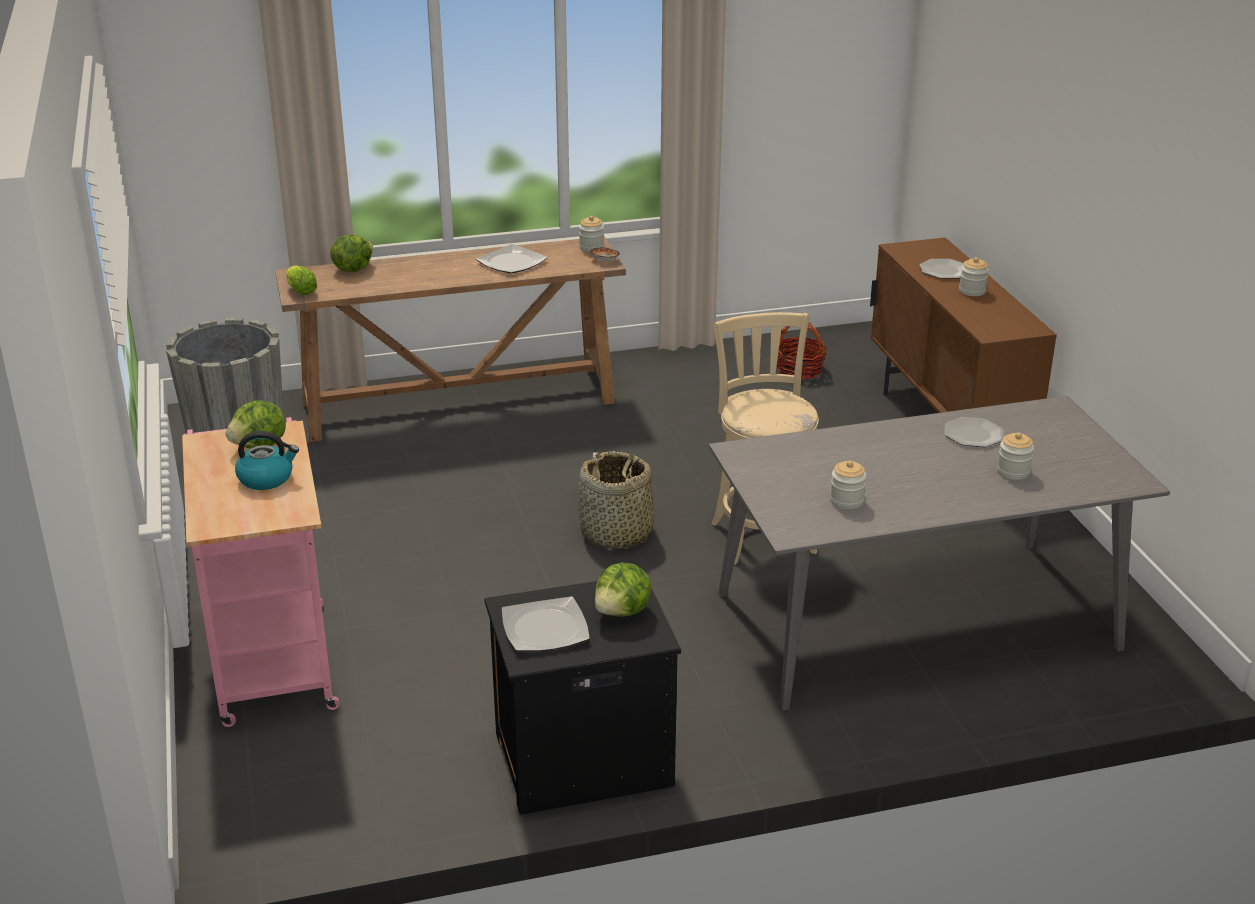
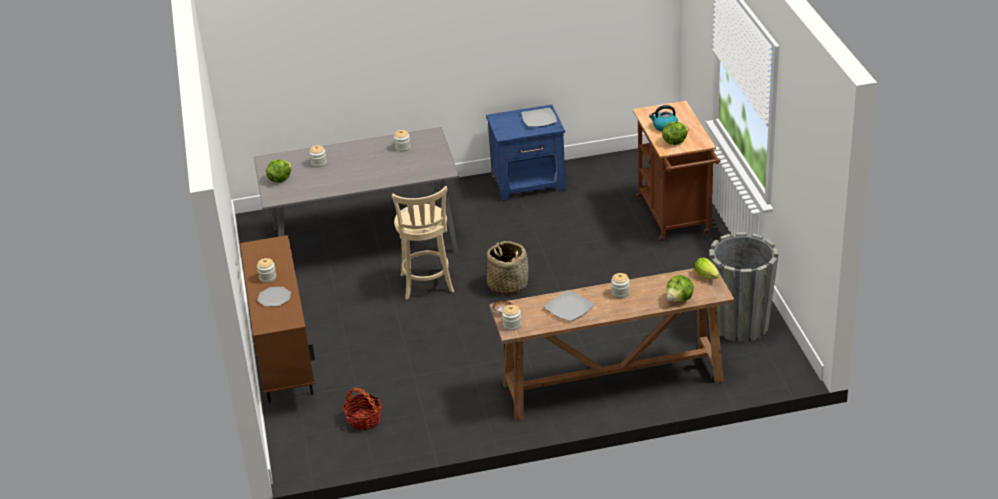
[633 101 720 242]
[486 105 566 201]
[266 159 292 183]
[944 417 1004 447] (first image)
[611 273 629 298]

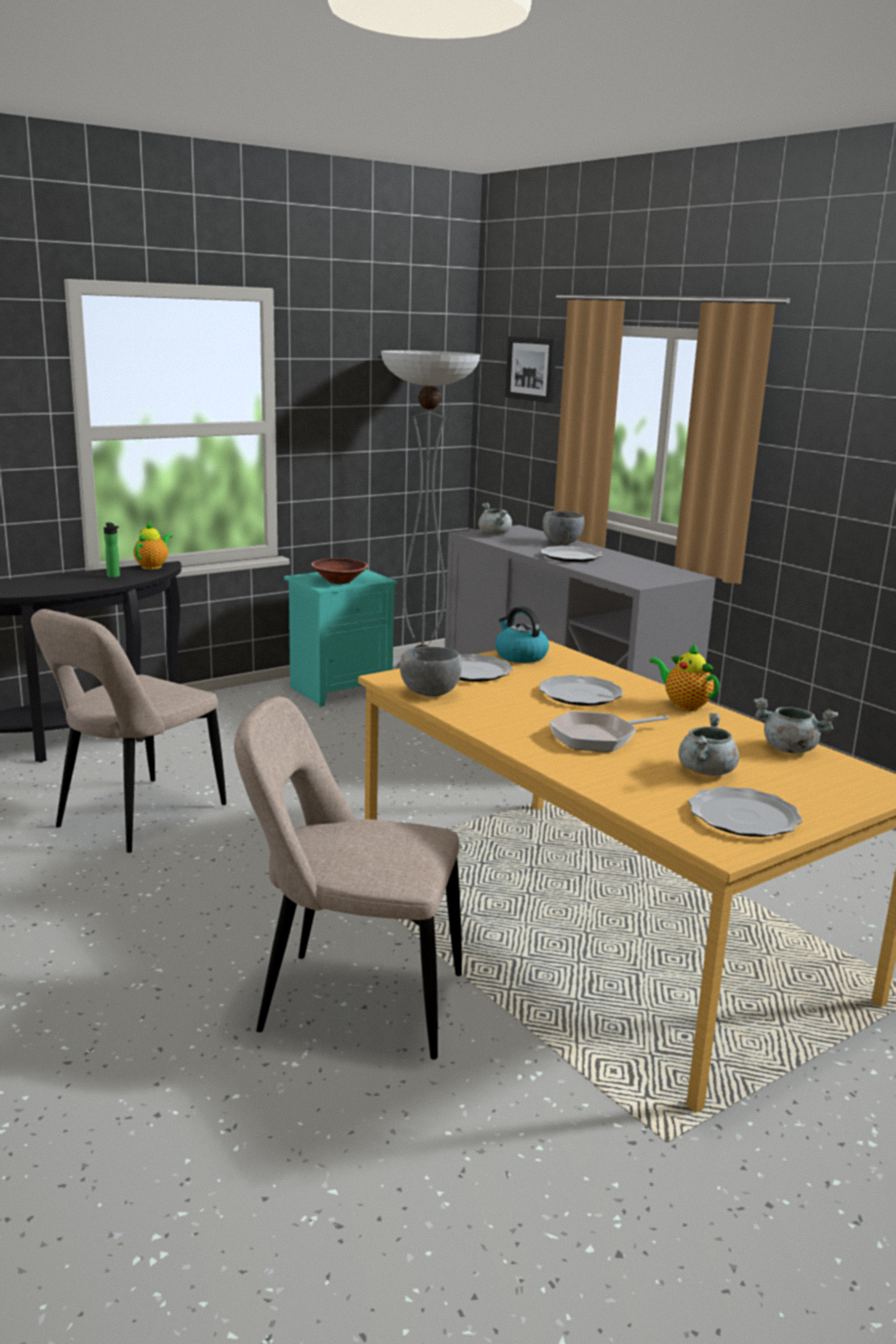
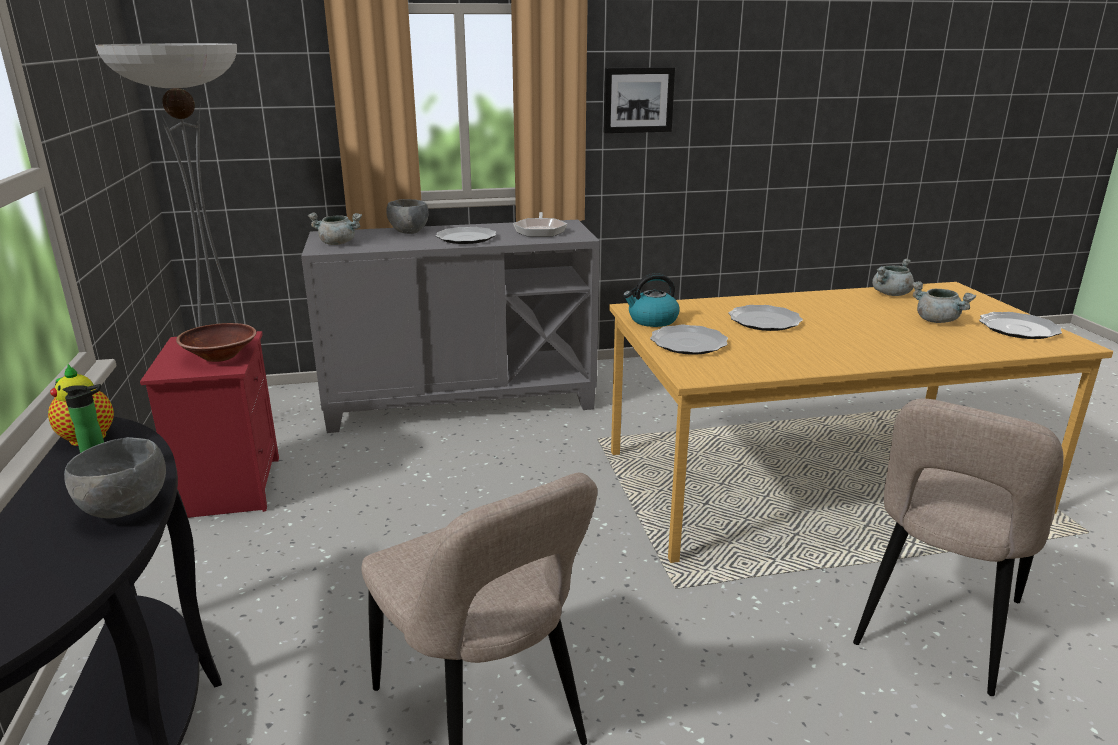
[140 331 279 518]
[64 437 166 518]
[604 67 675 133]
[513 212 567 237]
[650 643 720 711] (first image)

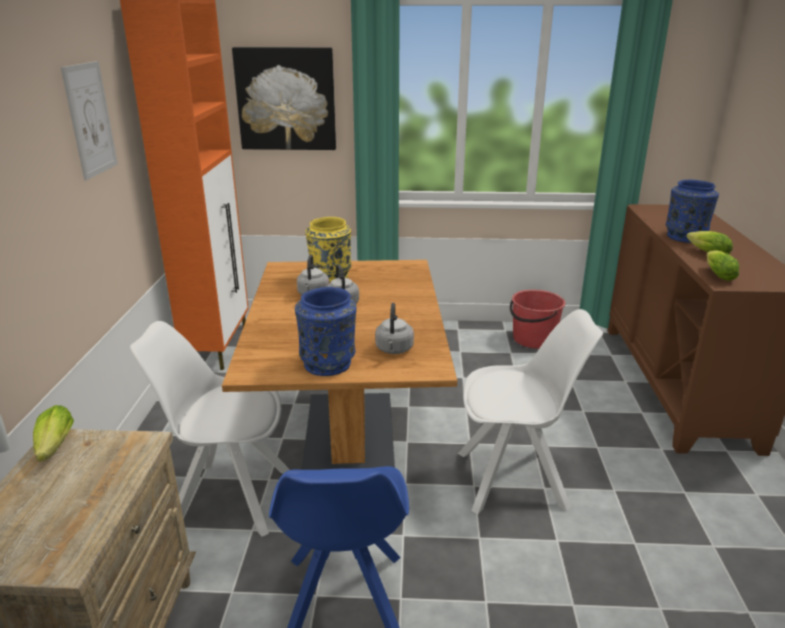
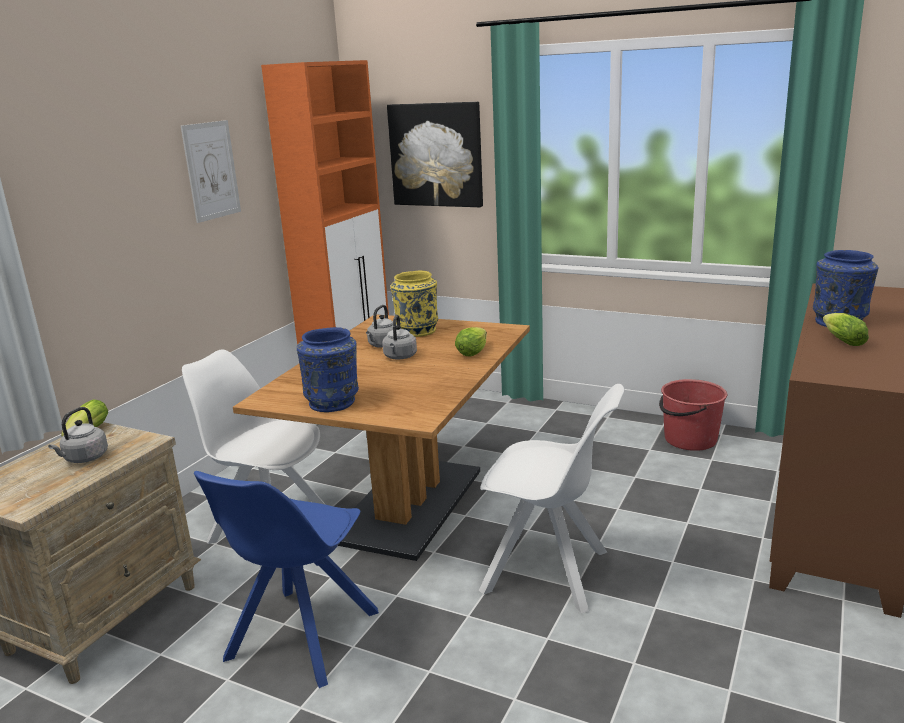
[48 407 108 463]
[455 327 487 357]

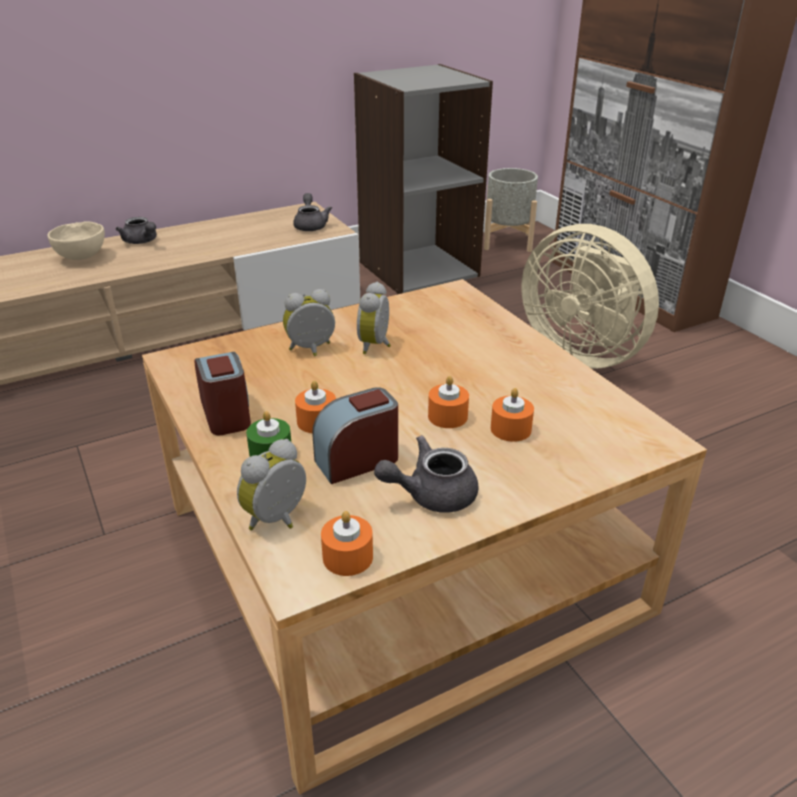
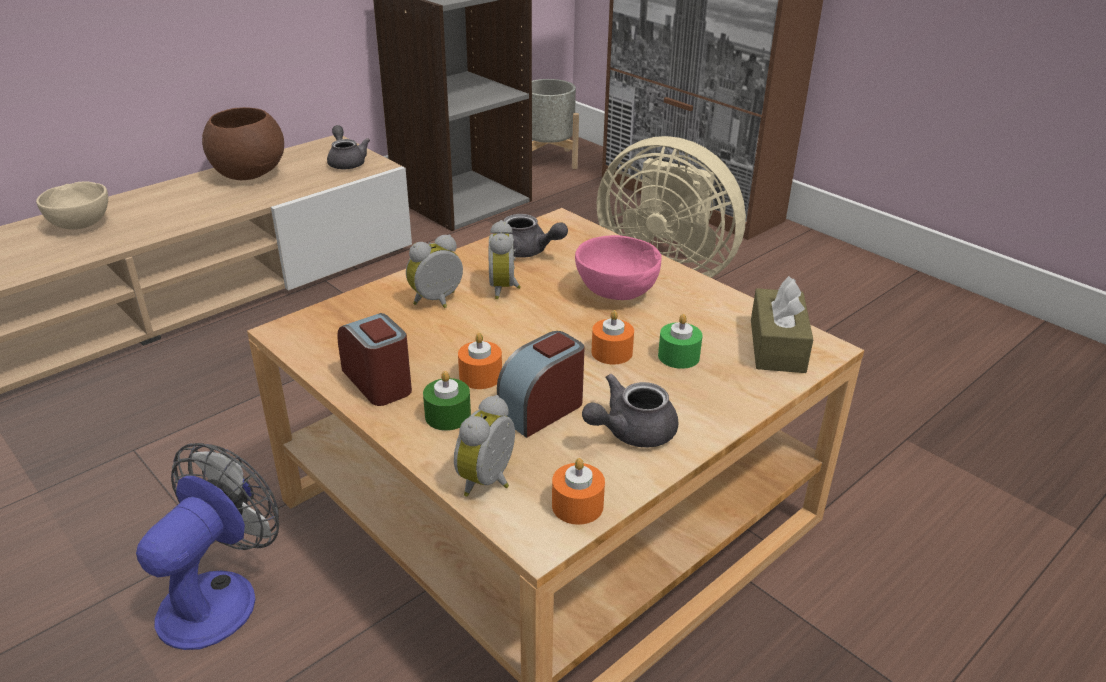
[497 214 568 258]
[658 314 702 369]
[136 443 279 650]
[202 107 284 180]
[575 235 661 300]
[751 276 813 373]

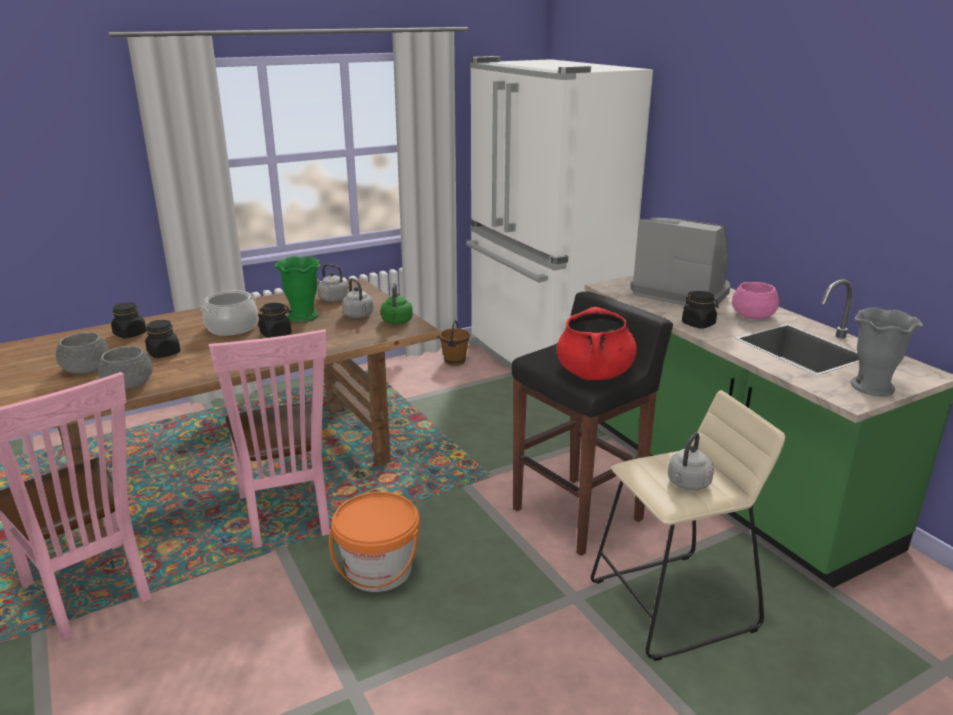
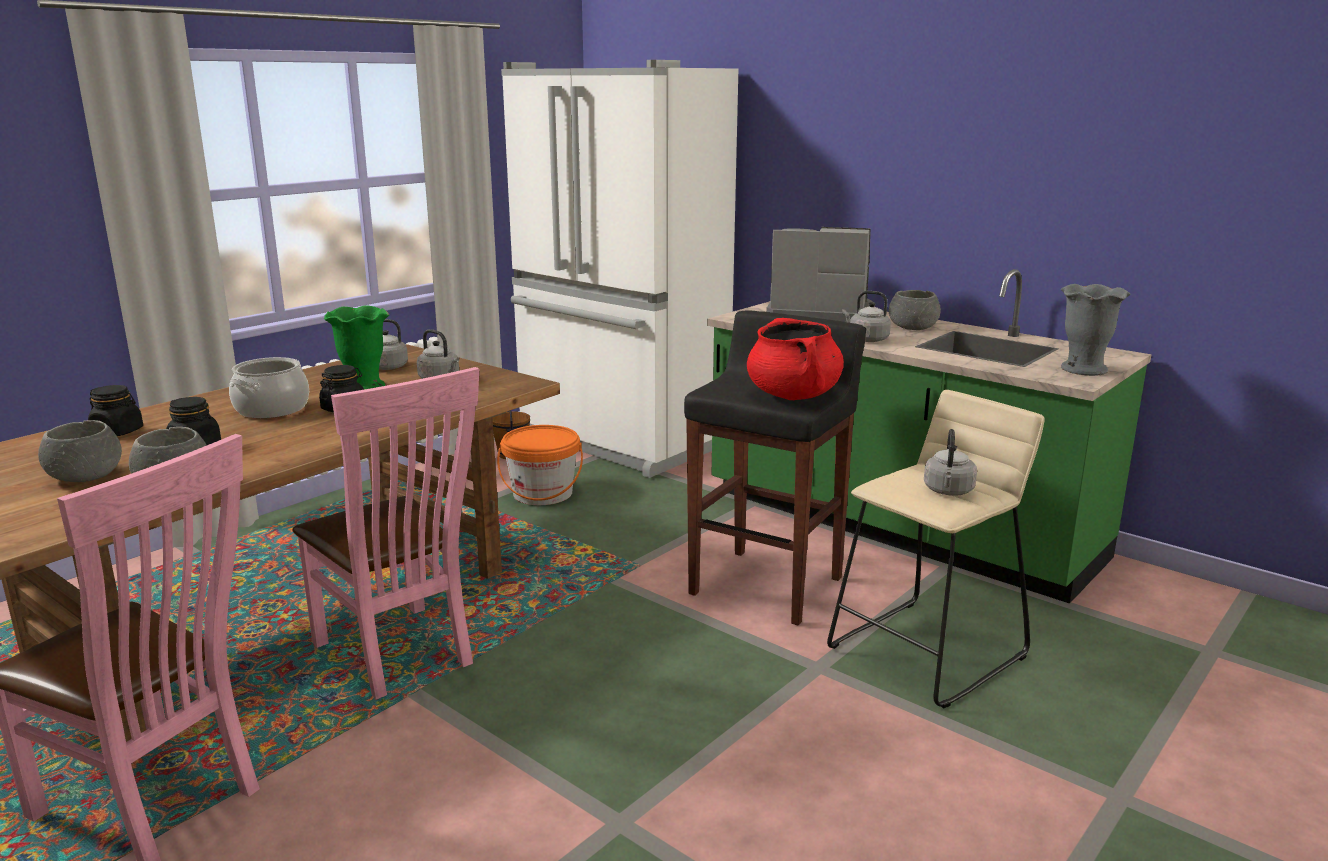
[497 425 583 505]
[381 283 413 324] (first image)
[842 291 891 342]
[889 290 941 330]

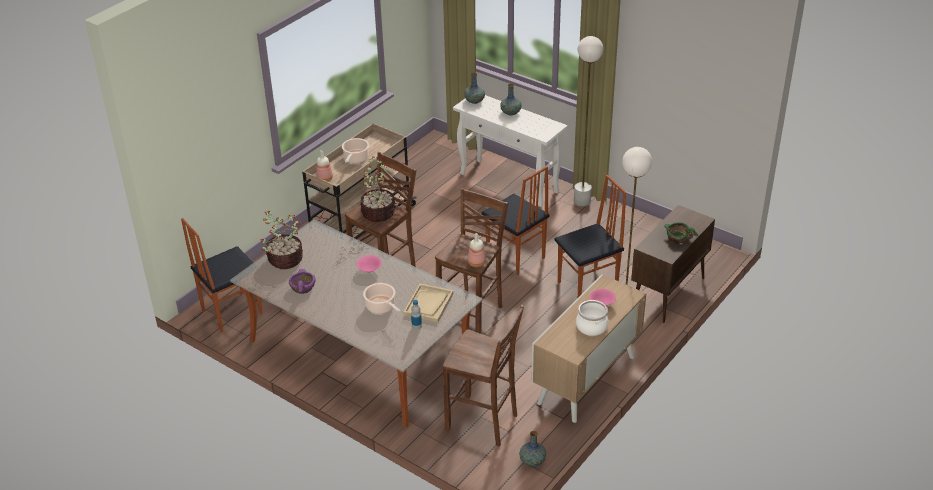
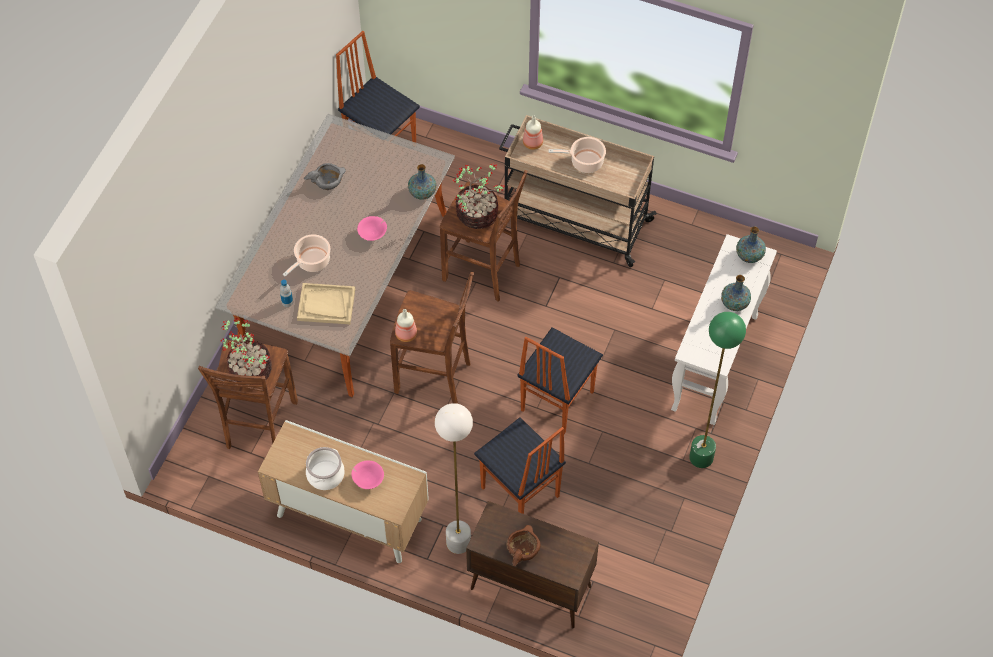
[220 318 272 388]
[304 163 346 190]
[408 164 436 200]
[689 312 746 468]
[506 525 540 566]

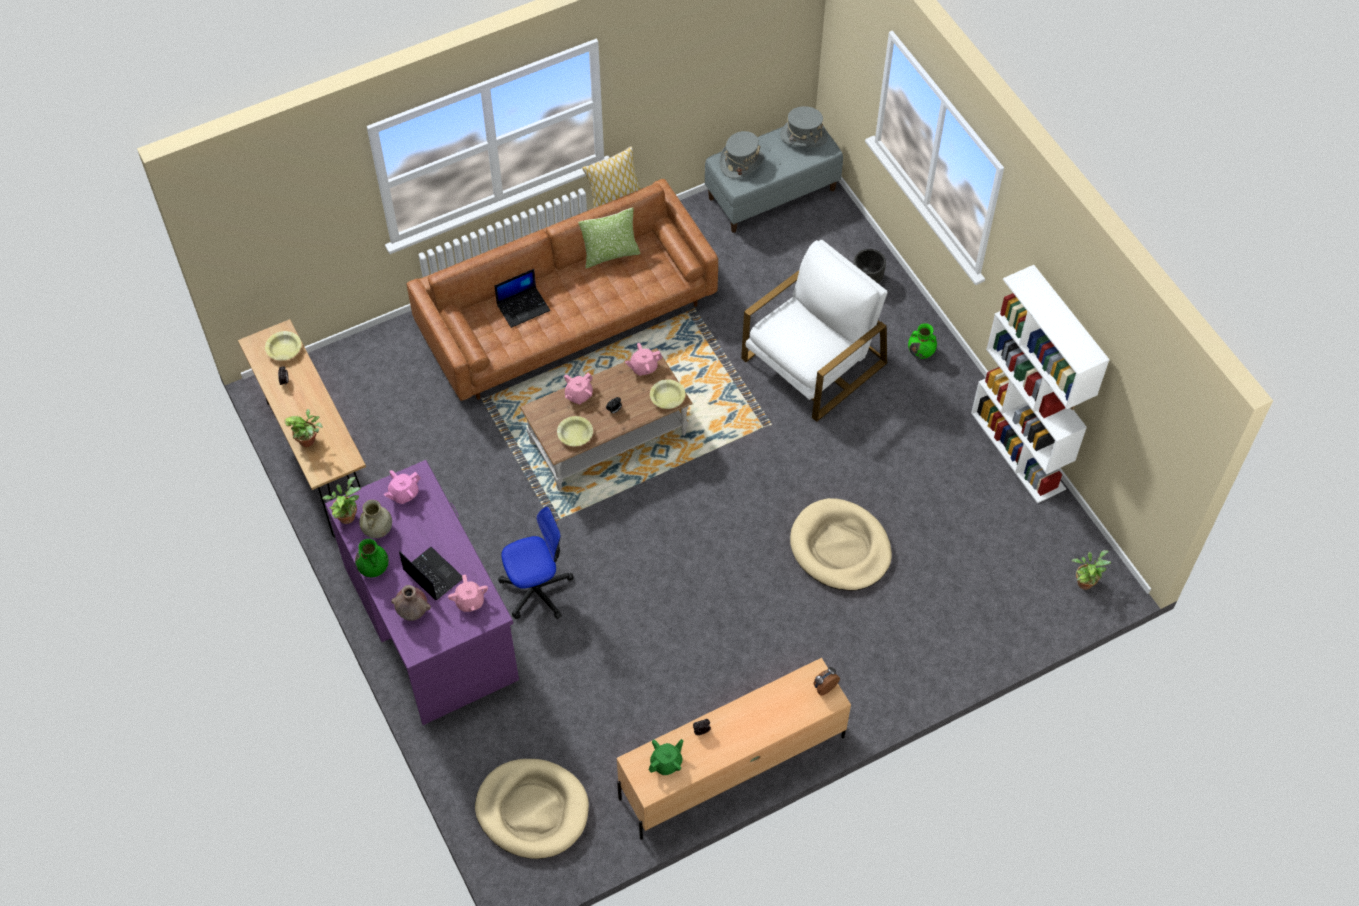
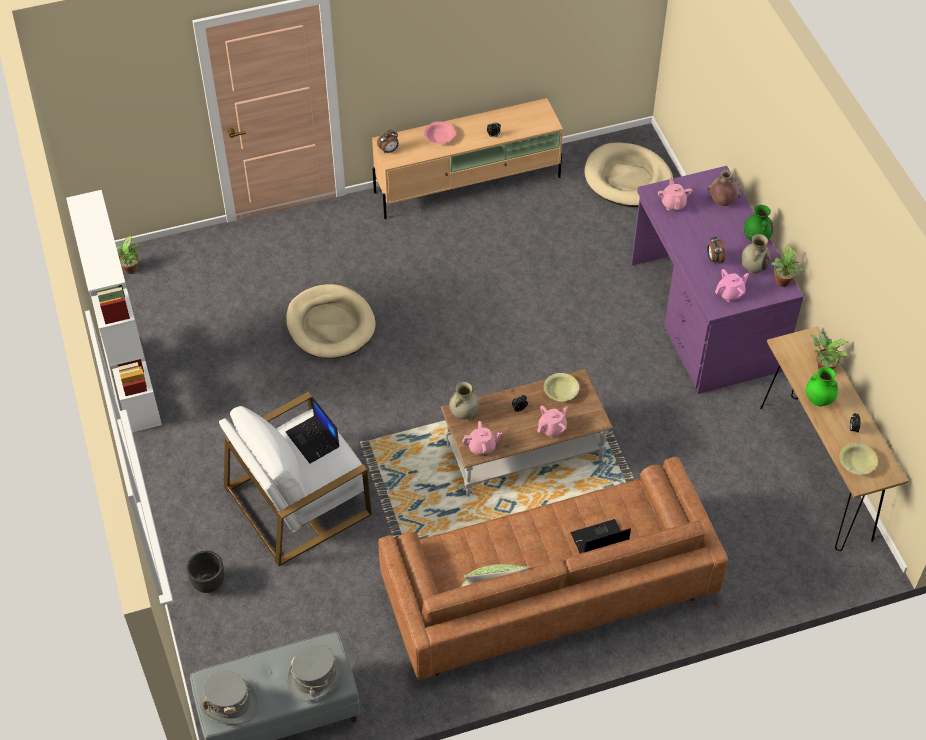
[286 396 339 464]
[498 506 574 619] (first image)
[582 146 641 208] (first image)
[649 739 683 775] (first image)
[449 382 480 420]
[806 367 838 406]
[424 121 456 144]
[707 236 725 264]

